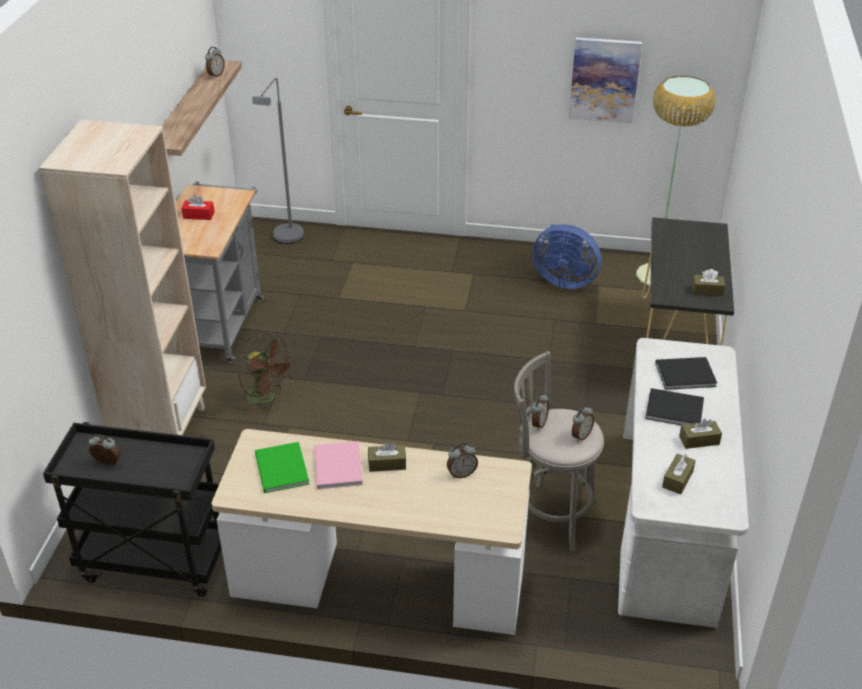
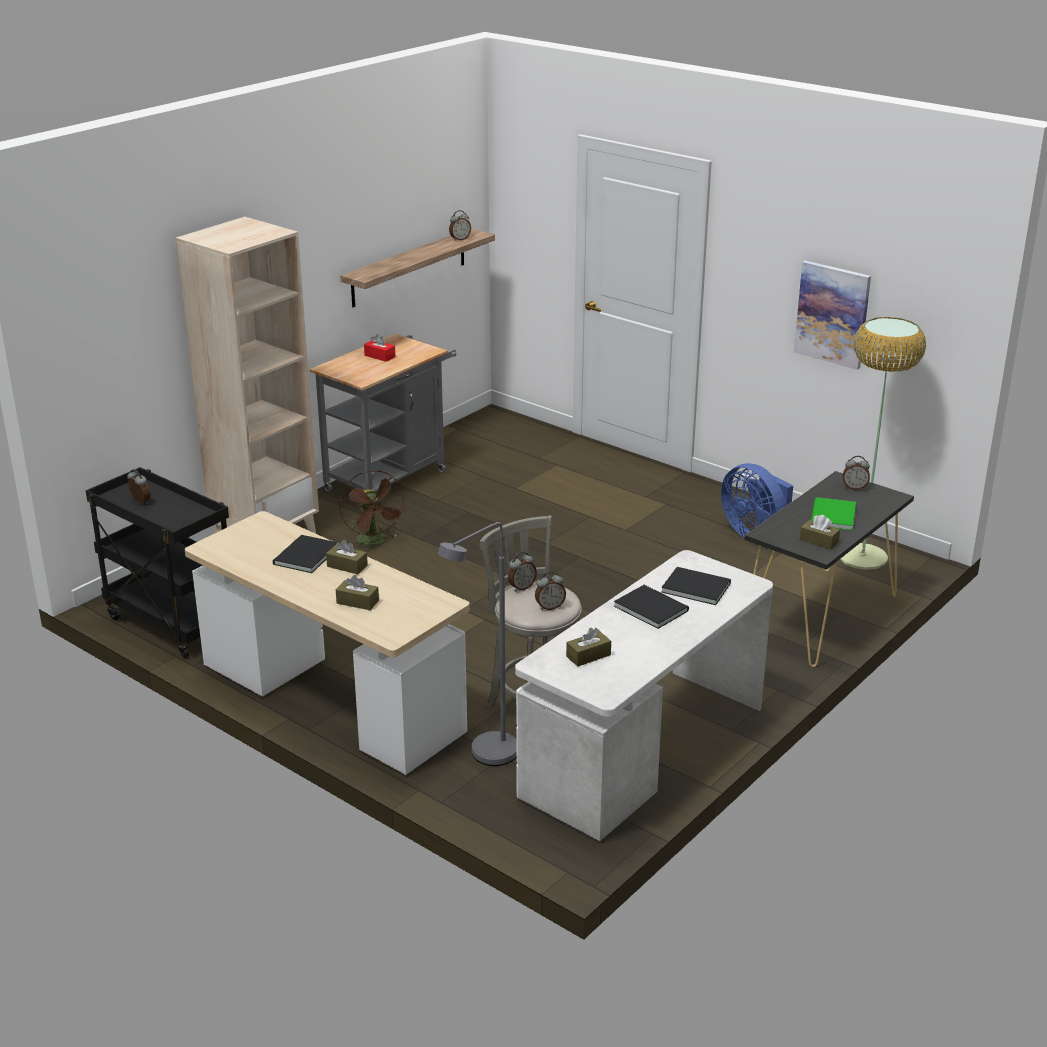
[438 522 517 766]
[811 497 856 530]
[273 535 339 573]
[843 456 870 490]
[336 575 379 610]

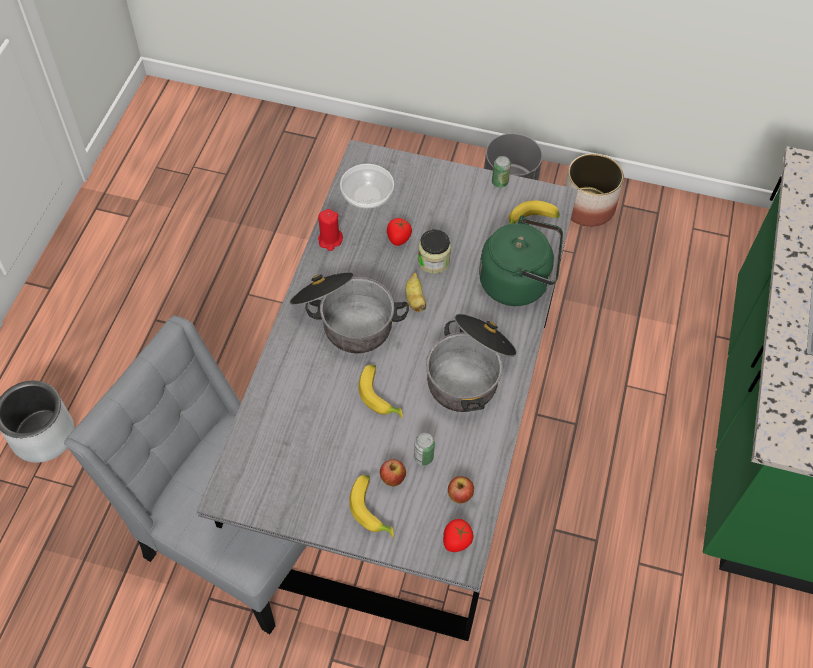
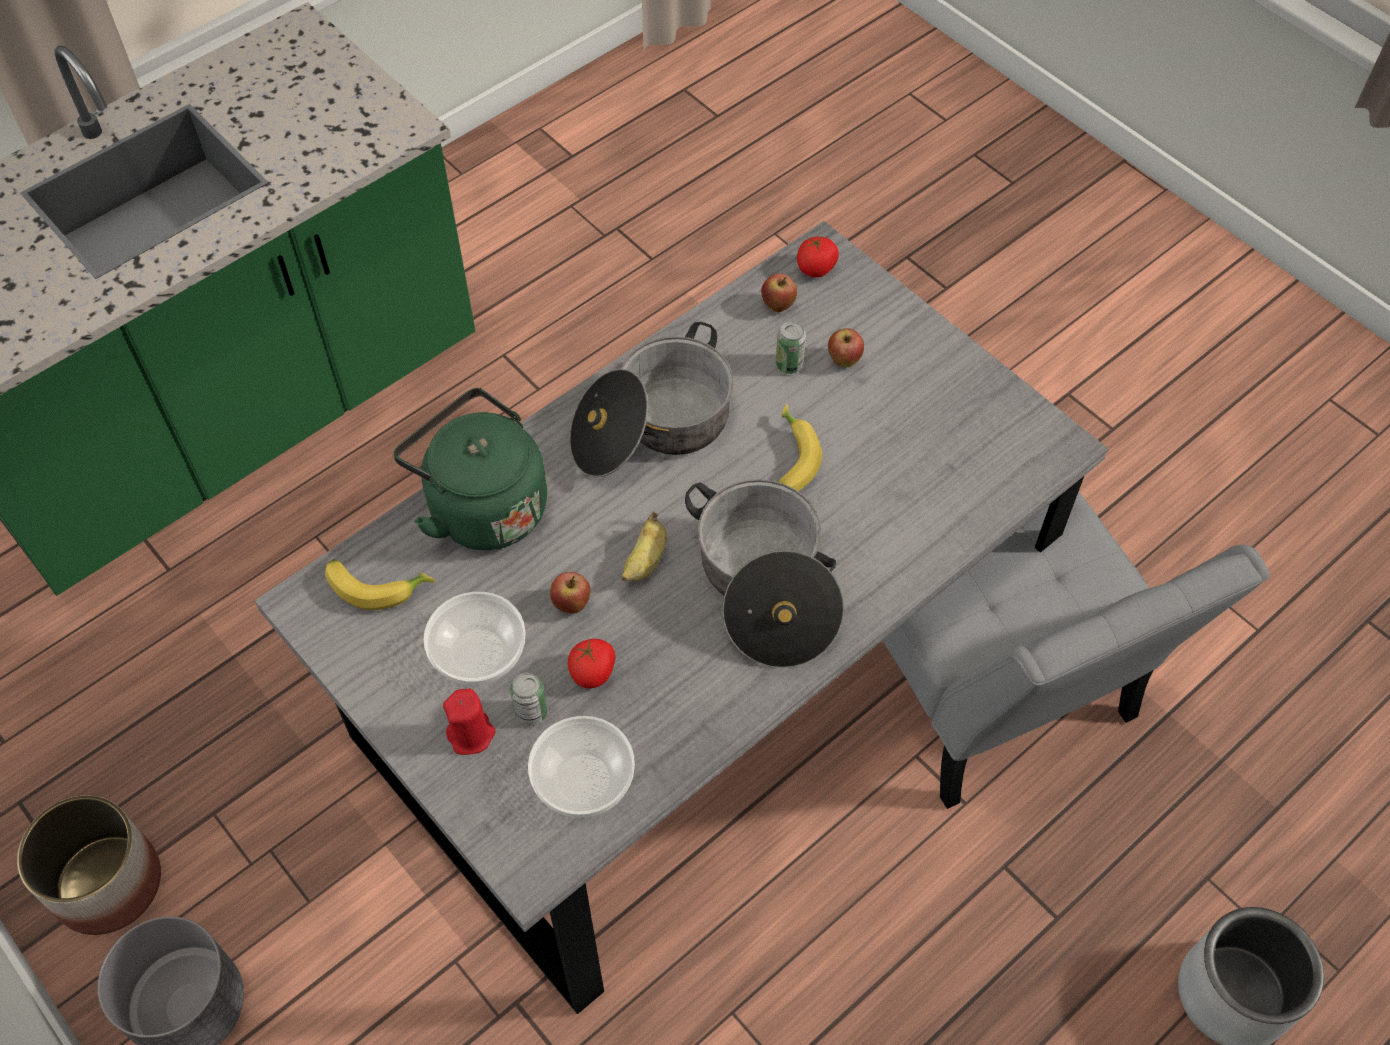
[443 688 496 755]
[349 475 394 538] (first image)
[550 572 591 614]
[510 673 547 726]
[423 592 525 685]

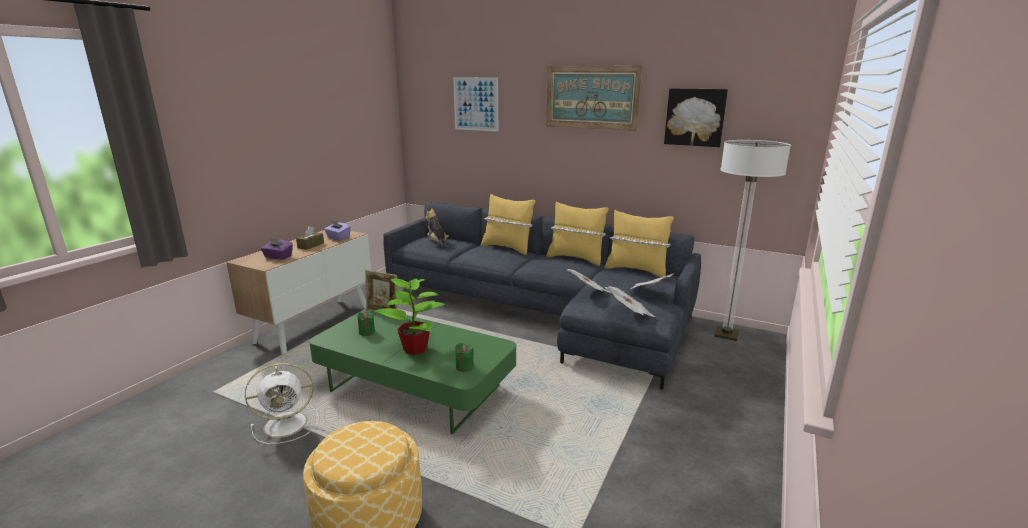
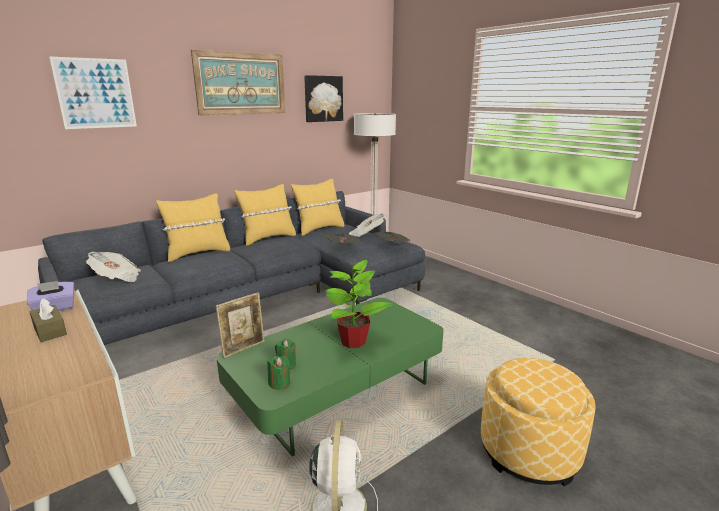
[261 238 293 260] (first image)
[86 252 141 282]
[267 356 291 390]

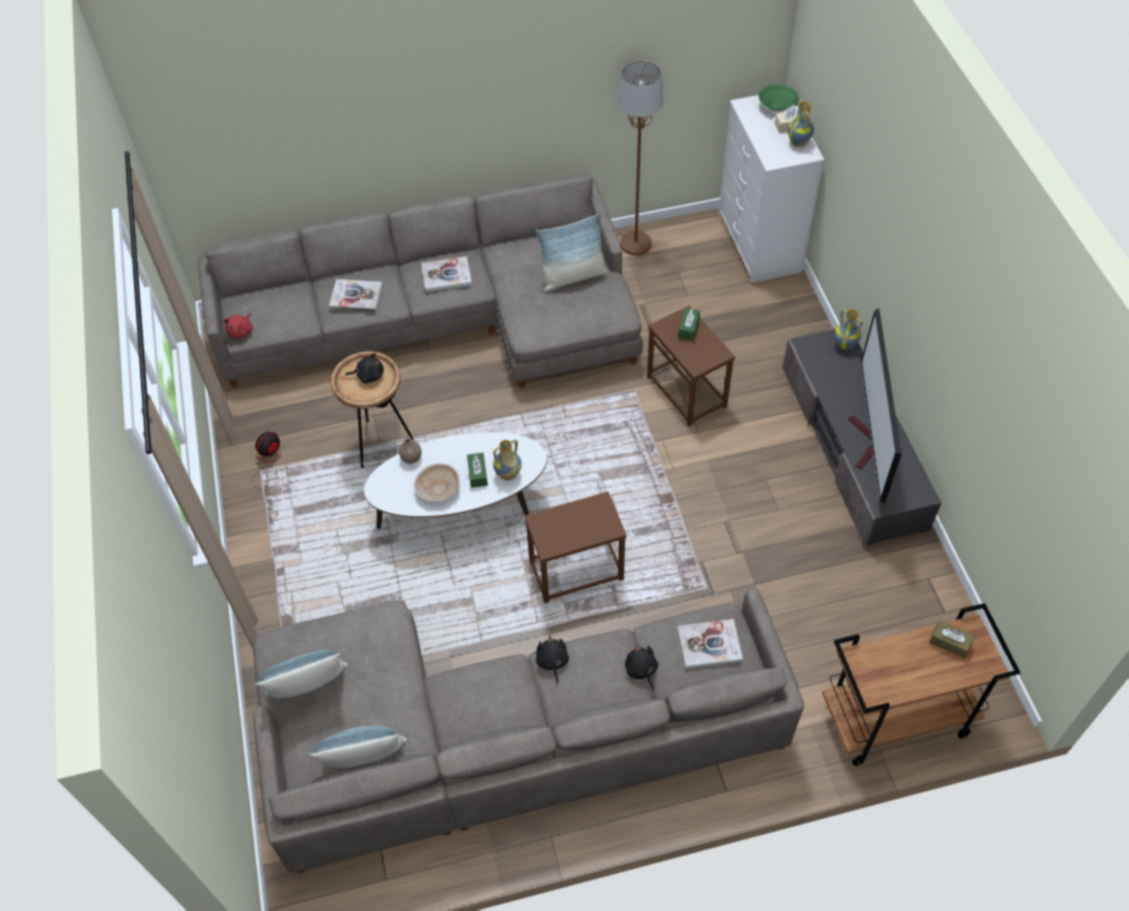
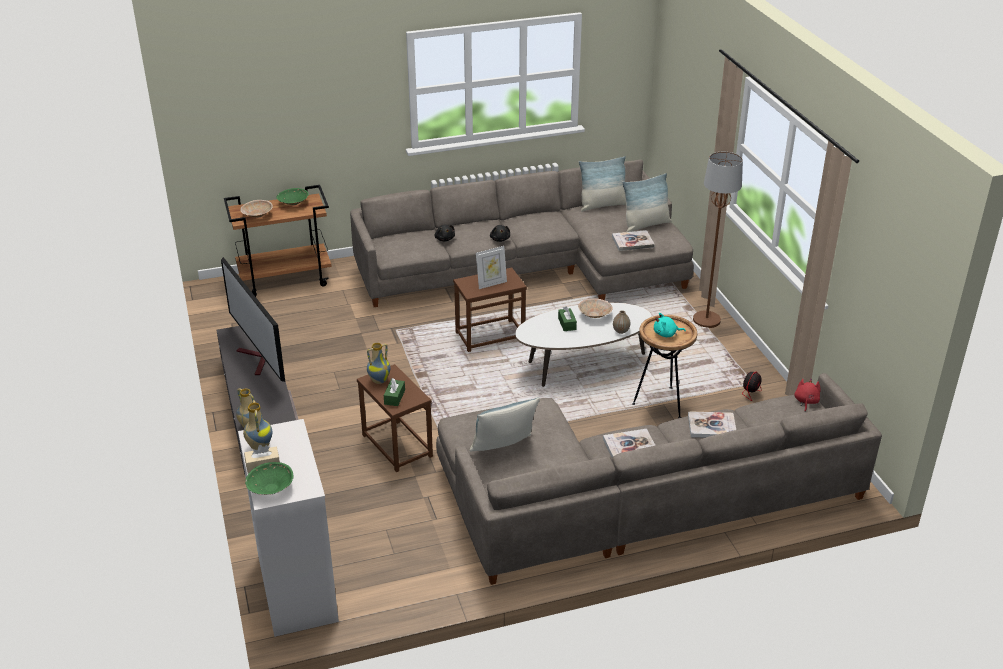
[654 313 686 337]
[367 343 391 384]
[693 152 743 328]
[612 230 655 251]
[221 257 285 382]
[240 200 273 218]
[277 188 309 205]
[476 246 507 289]

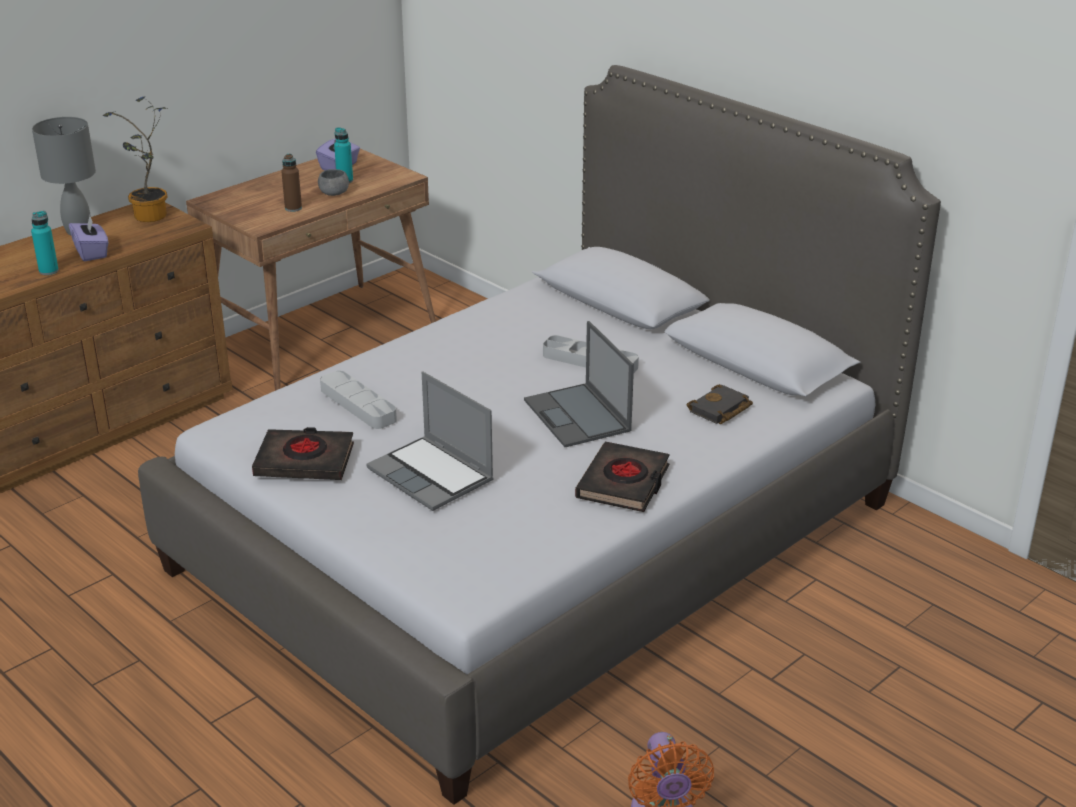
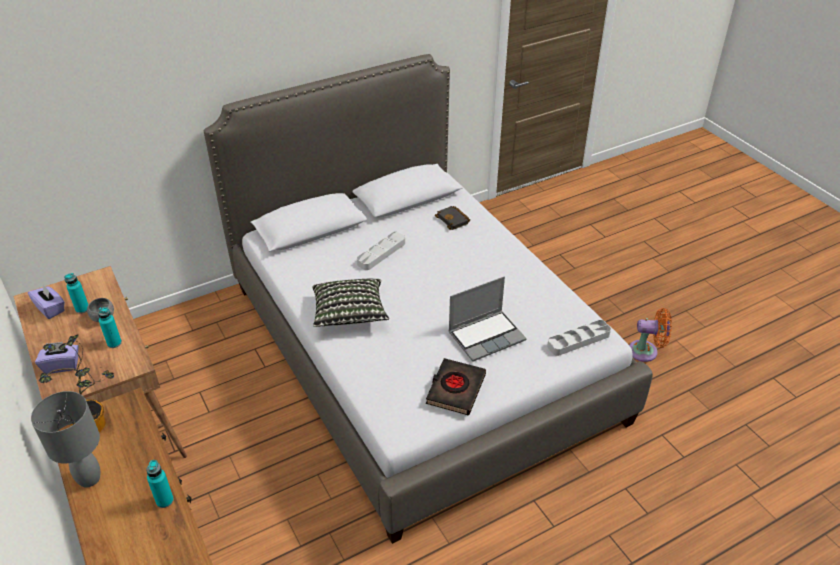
[35 342 79 374]
[98 307 122 348]
[547 320 611 356]
[524 321 634 447] (first image)
[575 442 670 512] (first image)
[312 279 389 327]

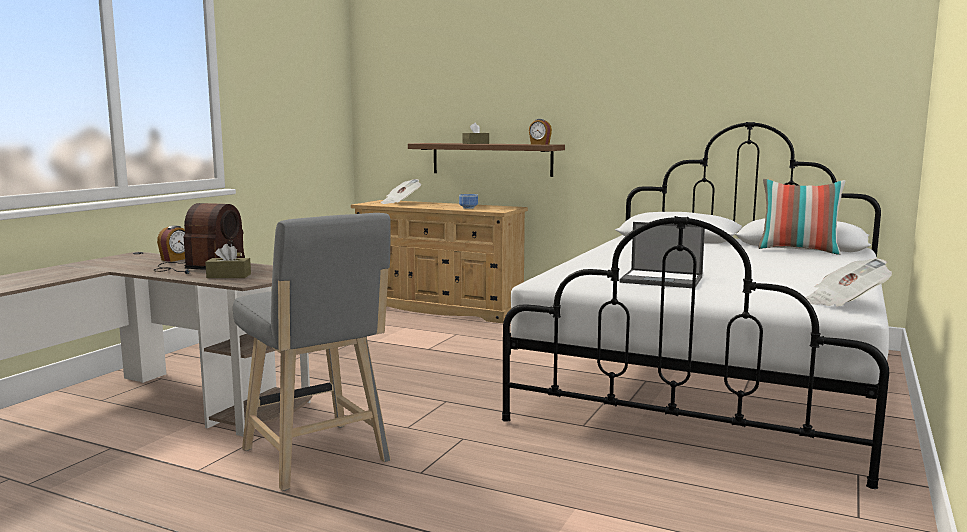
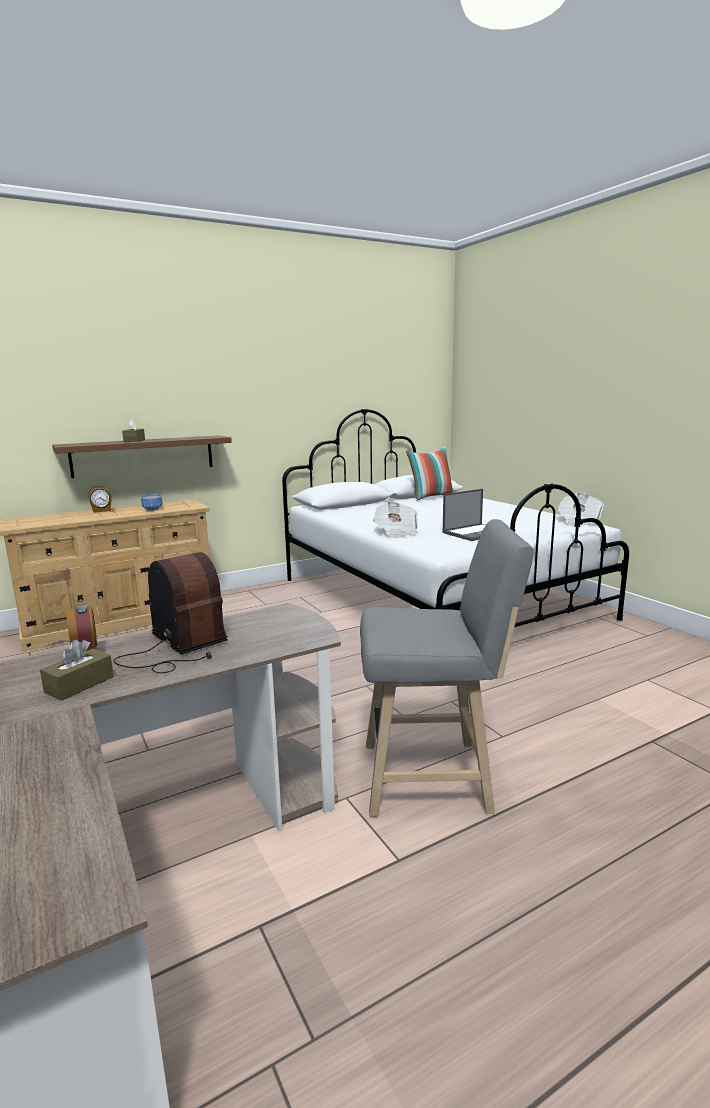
[40 640 114 701]
[373 501 418 538]
[88 485 112 513]

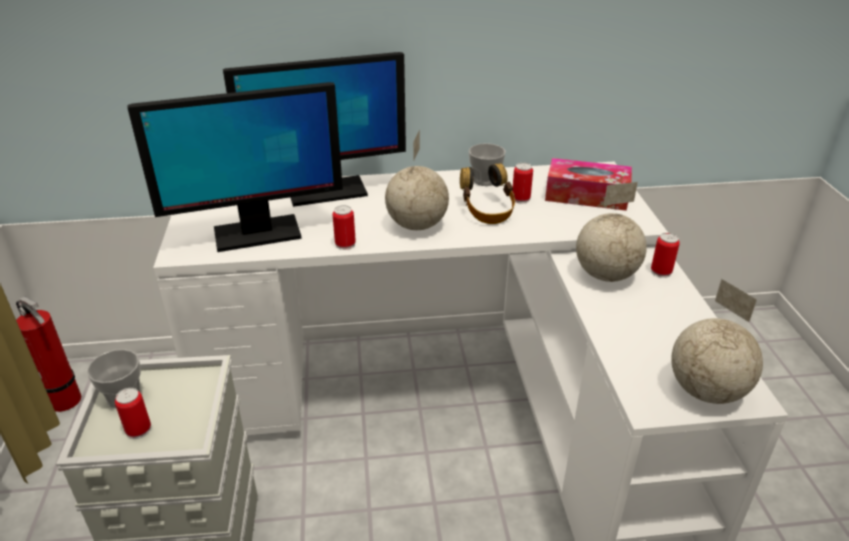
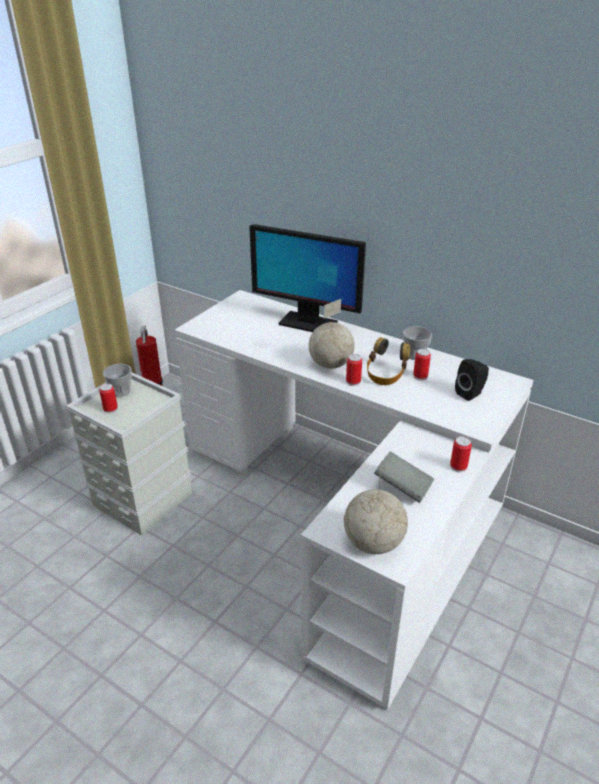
[127 82 343 252] (first image)
[346 354 362 386]
[455 359 489 401]
[576 182 647 282] (first image)
[374 451 434 503]

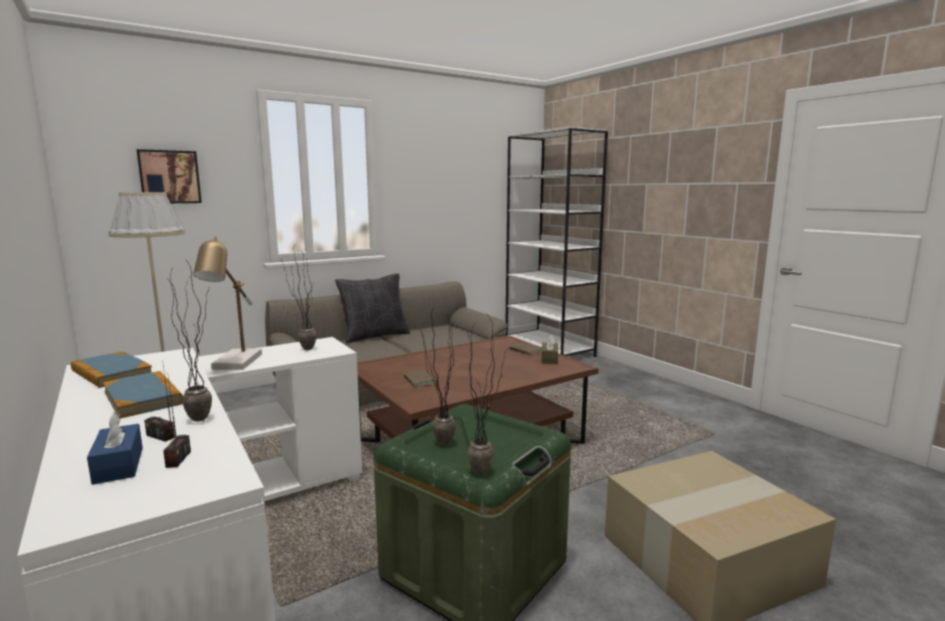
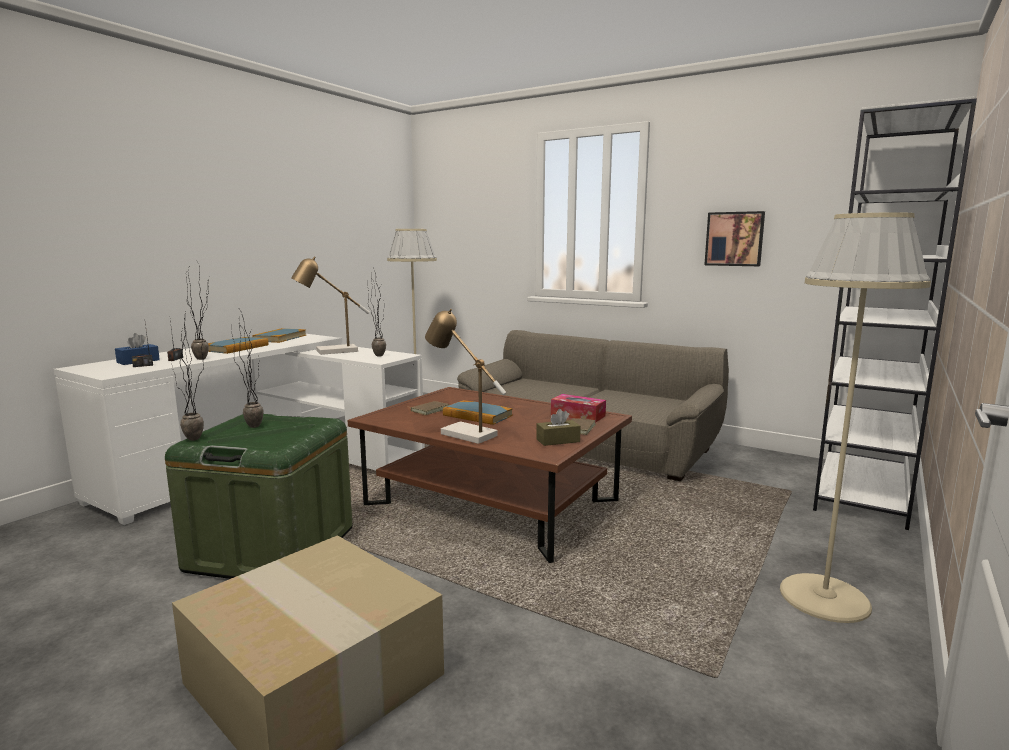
[704 211 765 266]
[335 274 410 343] (first image)
[425 309 507 444]
[443 400 513 425]
[551 394 606 422]
[780 212 931 623]

